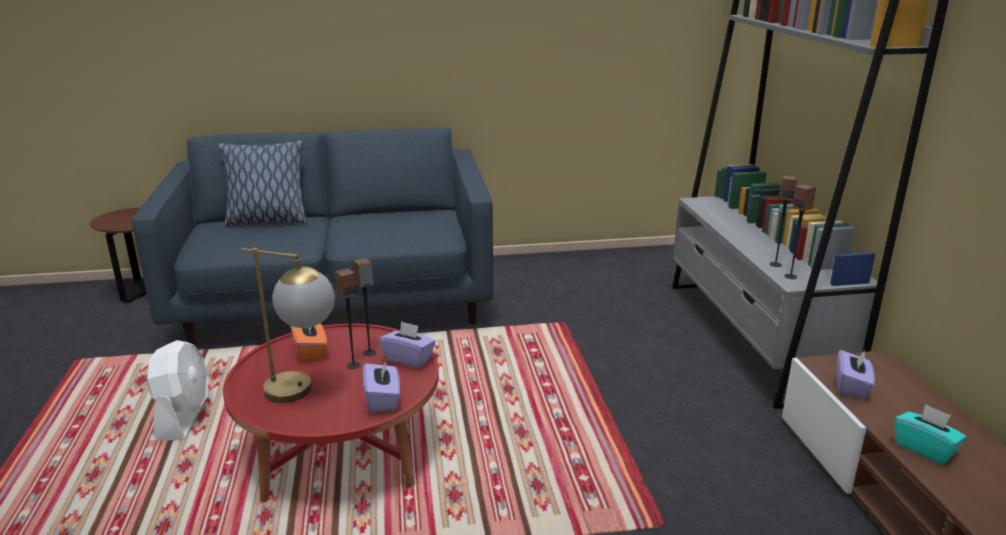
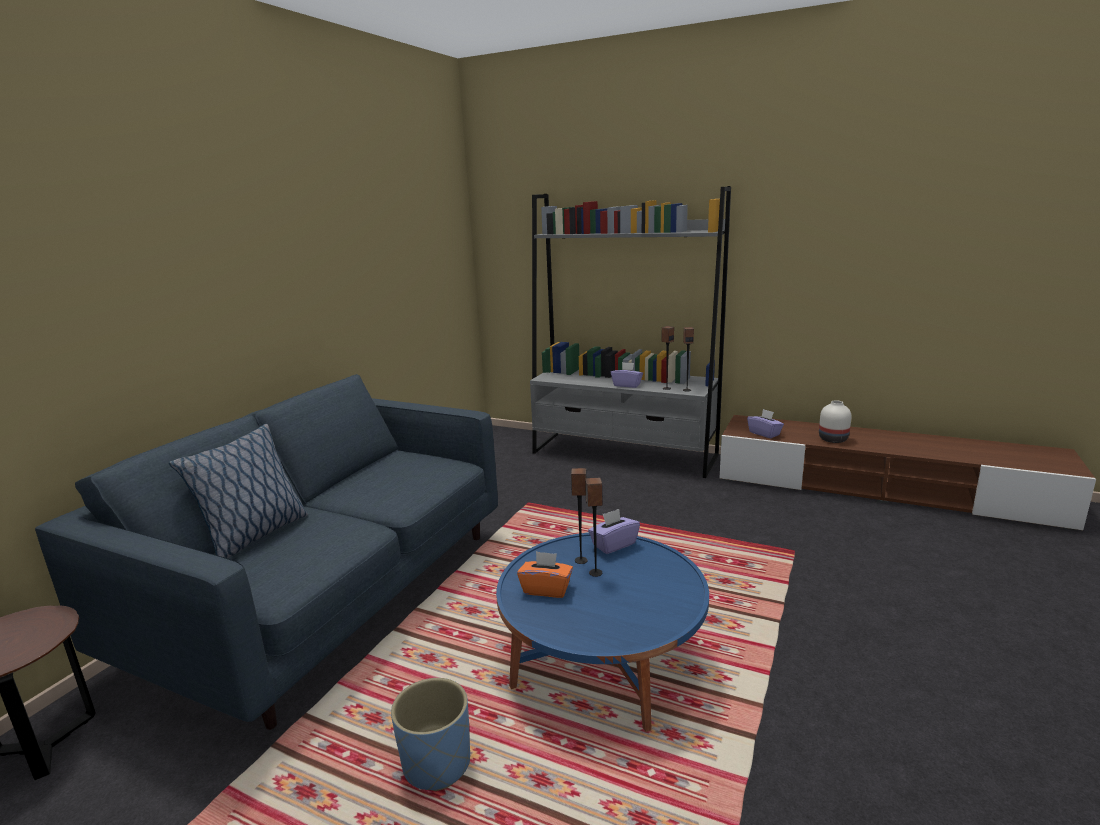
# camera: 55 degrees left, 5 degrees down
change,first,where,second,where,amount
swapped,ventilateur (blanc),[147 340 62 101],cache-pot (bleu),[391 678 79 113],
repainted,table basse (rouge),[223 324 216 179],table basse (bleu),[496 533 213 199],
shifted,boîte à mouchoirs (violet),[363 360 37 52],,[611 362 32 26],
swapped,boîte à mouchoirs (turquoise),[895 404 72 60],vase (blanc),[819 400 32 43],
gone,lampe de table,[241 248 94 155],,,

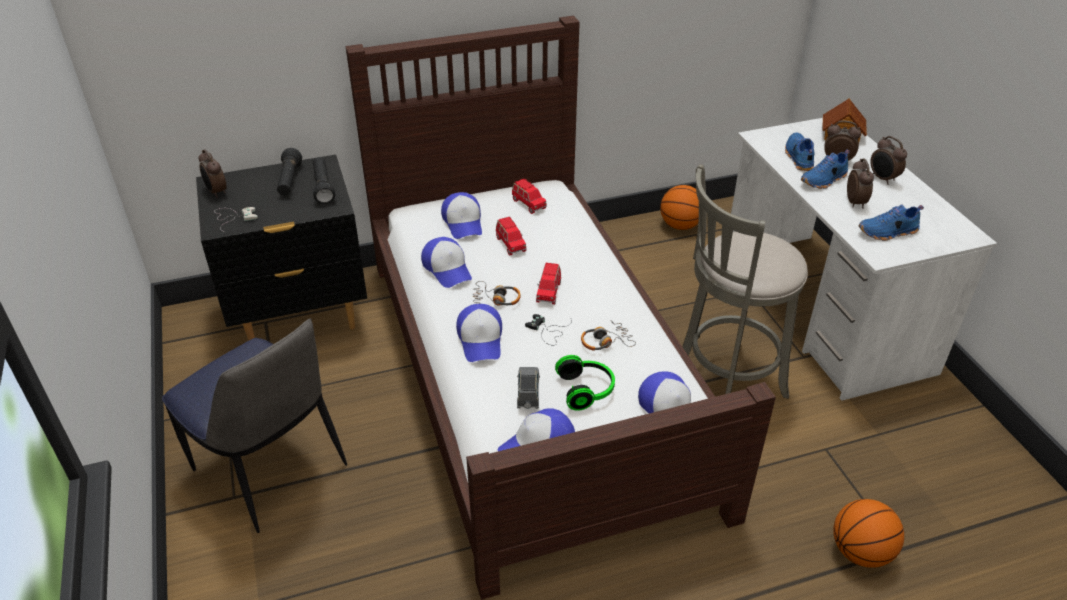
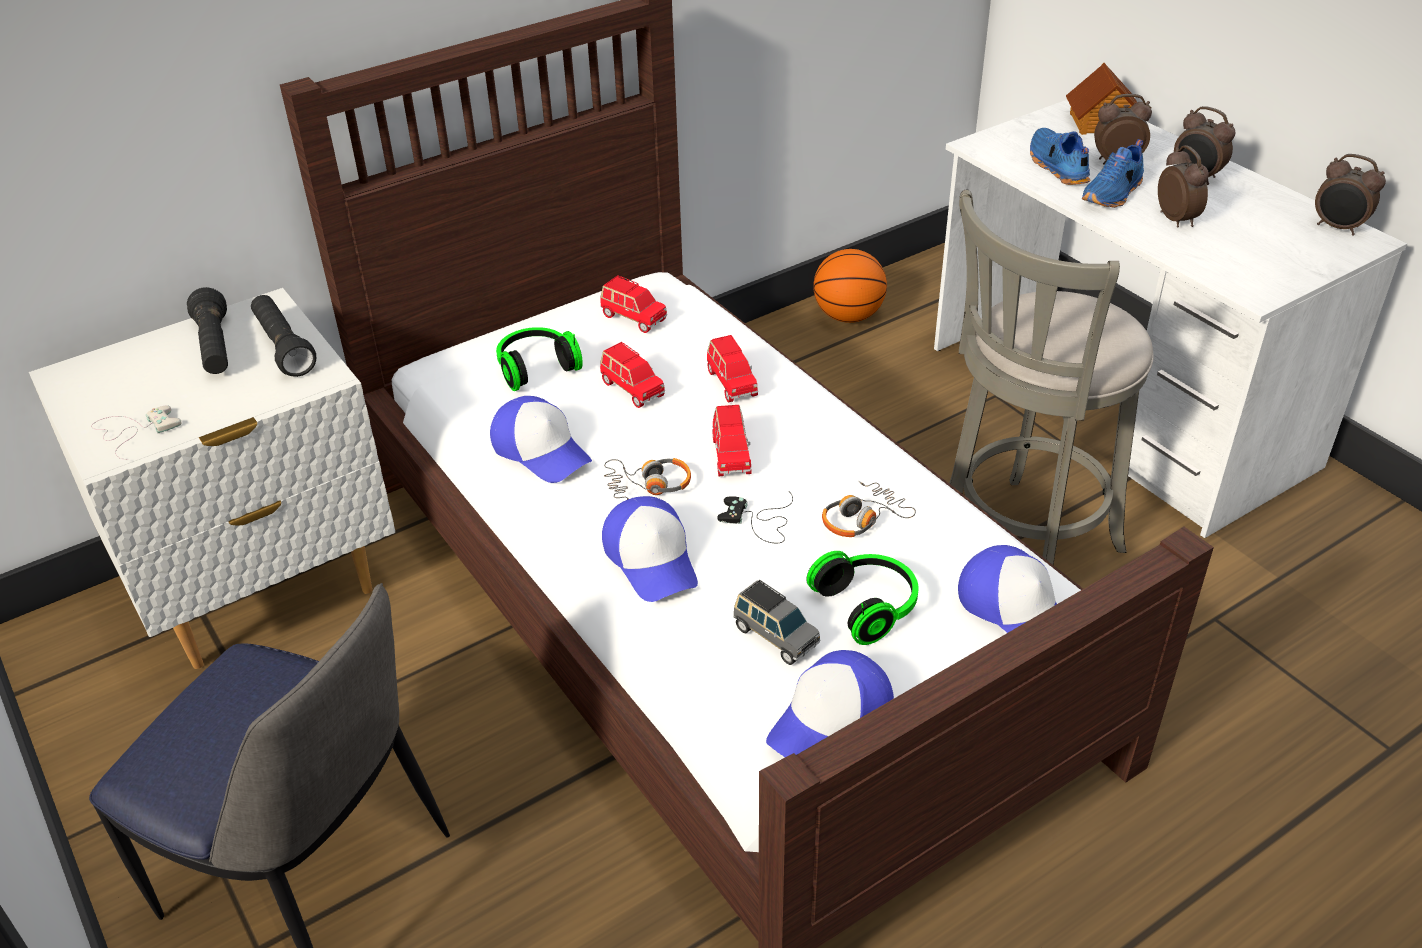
# camera: 15 degrees left, 0 degrees up
change,first,where,second,where,amount
repainted,table de chevet (noir),[196 155 171 185],table de chevet (blanc),[29 288 366 381],
swapped,casquette,[441 192 41 47],casque audio,[496 327 87 64],
new,,,petite voiture (rouge),[707 335 51 67],
rotated,petite voiture (gris),[517 367 23 42],,[733 580 87 85],150 degrees clockwise
shifted,réveil,[199 149 28 49],,[1315 154 71 82],
gone,ballon de basket,[833 499 71 69],,,
gone,chaussure (bleu),[859 204 65 37],,,

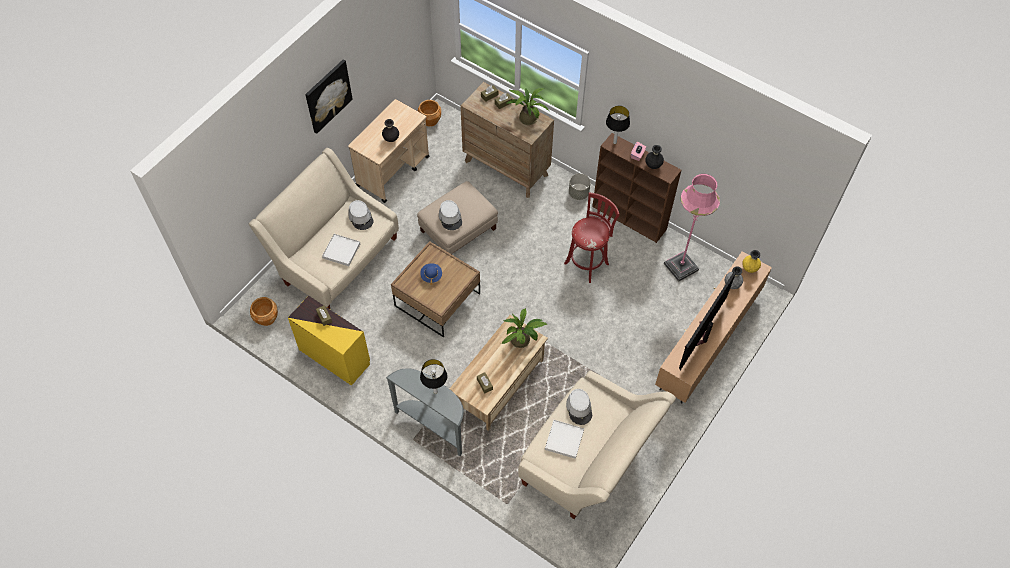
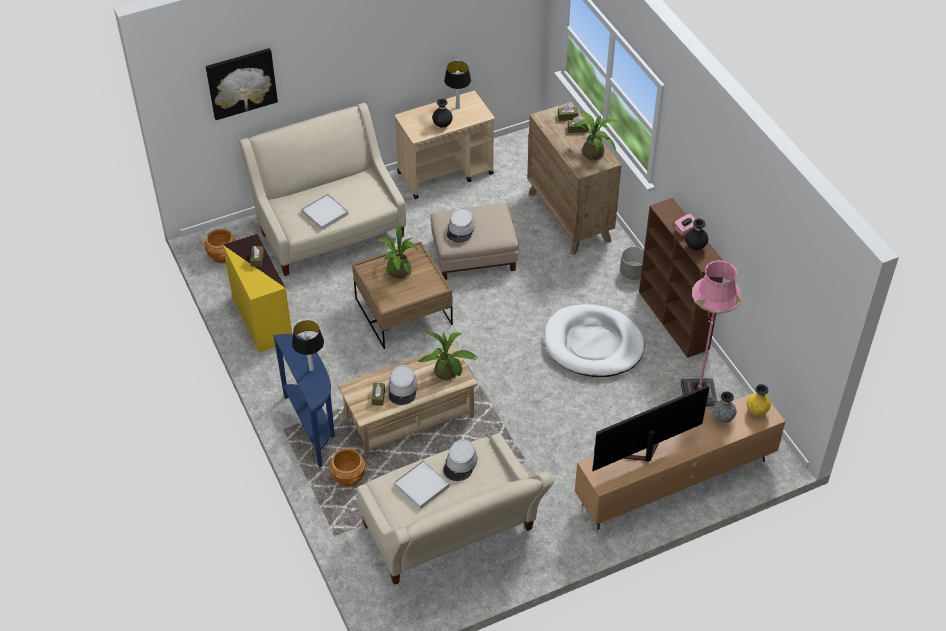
# camera: 30 degrees right, 10 degrees down
change,first,where,second,where,amount
shifted,tableau,[305 60 48 74],,[206 48 72 72],
repainted,table console (gris),[386 368 78 88],table console (bleu),[273 334 62 133],
shifted,cache-pot (marron),[418 100 23 27],,[329 448 36 39],
swapped,chapeau (bleu),[420 263 22 22],plante en pot,[376 222 43 57],
shifted,chapeau (gris),[348 200 26 30],,[388 365 30 40],
shifted,lampe de table,[606 106 24 38],,[444 61 27 48],
swapped,tabouret (rouge),[564 192 56 91],panier pour chien (blanc),[545 304 100 73],

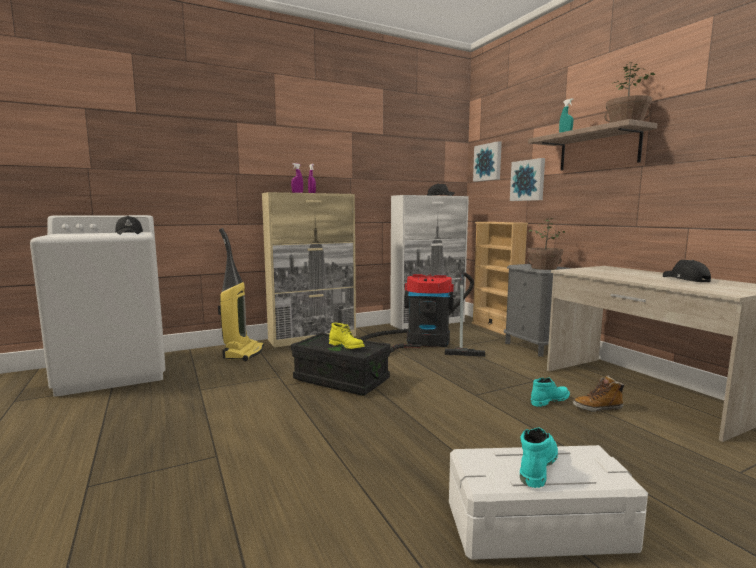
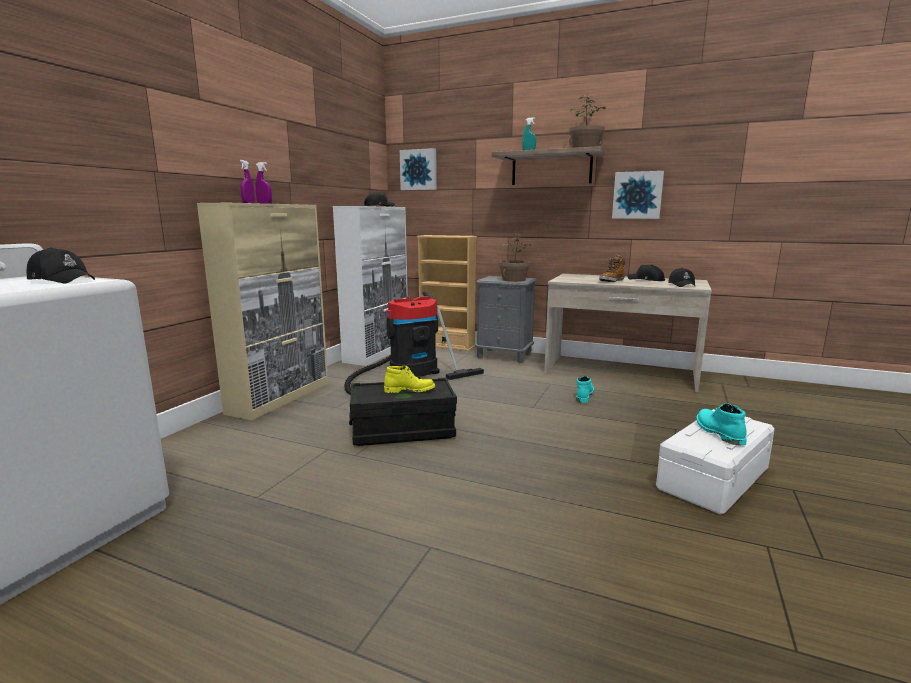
# camera: 40 degrees left, 5 degrees up
change,first,where,second,where,amount
shifted,botte,[573 375 51 37],,[599 254 26 28],
shifted,tableau,[510 158 35 43],,[612 171 52 48],
new,,,casquette (noir),[668 268 27 19],
gone,aspirateur,[218 228 46 133],,,

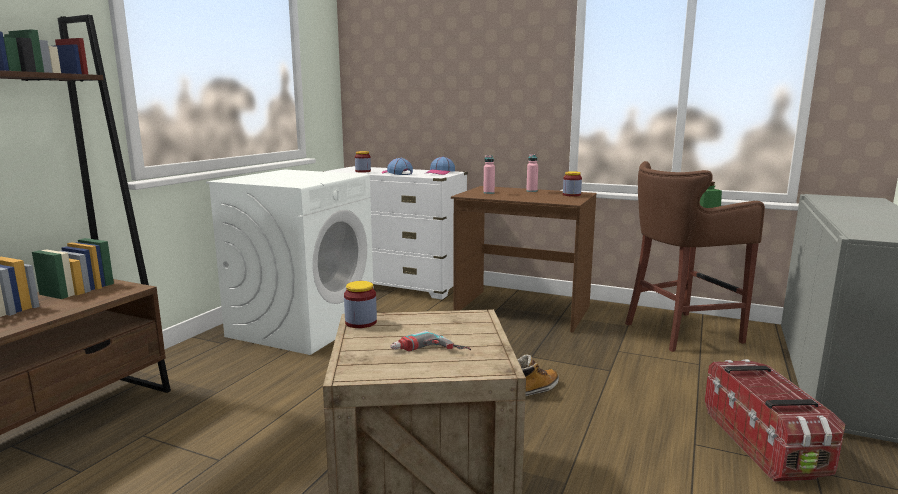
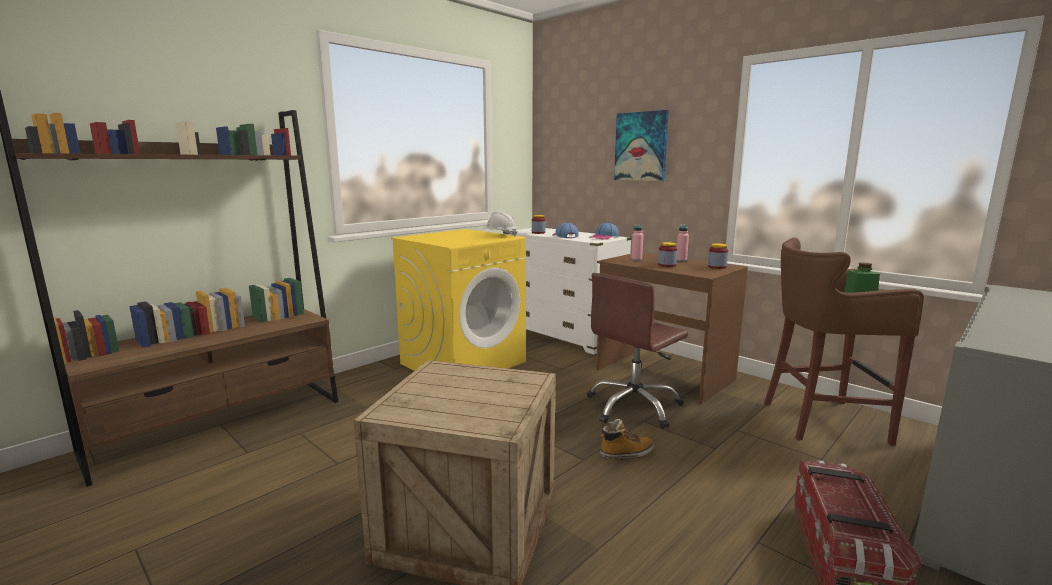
# camera: 20 degrees right, 0 degrees up
change,first,where,second,where,amount
repainted,lave-linge (blanc),[206 169 167 186],lave-linge (jaune),[391 229 135 142],
new,,,casque de chantier (blanc),[482 211 35 25],
new,,,chaise de bureau (marron),[587 273 101 156],
new,,,tableau,[614 110 55 71],
shifted,bocal,[344 281 33 47],,[658 242 19 25],
gone,perceuse,[390 330 81 21],,,

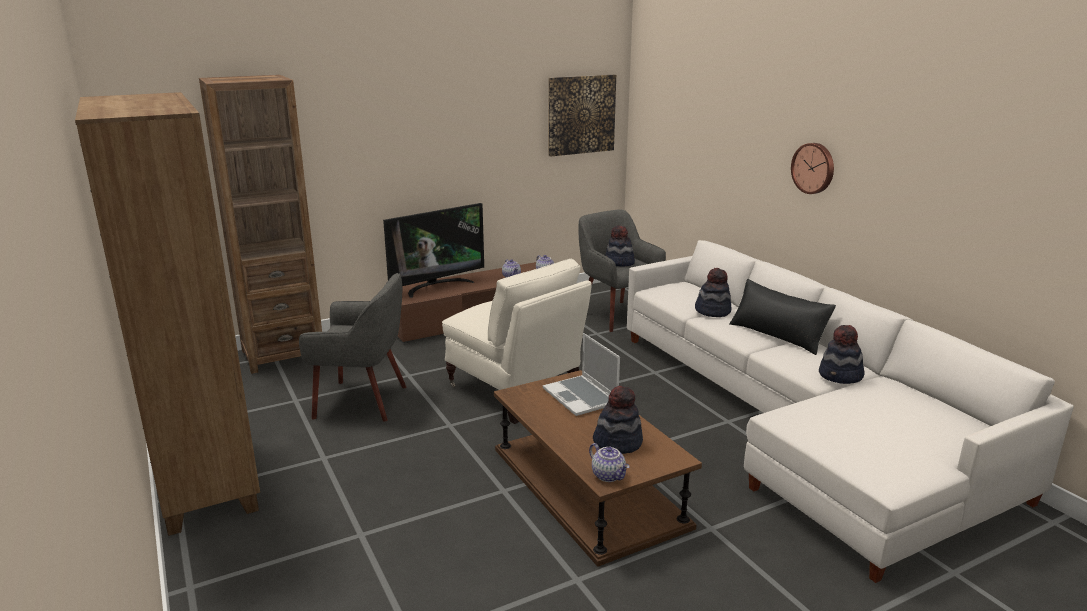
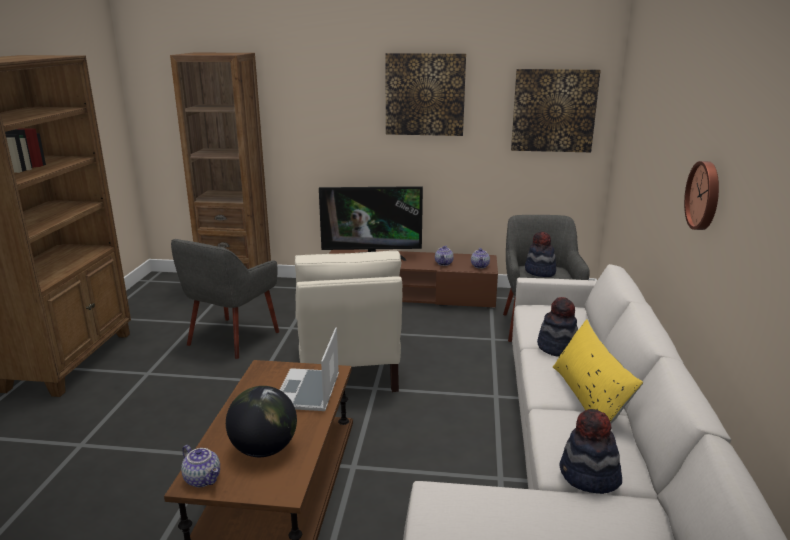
# camera: 35 degrees right, 0 degrees up
change,first,where,second,where,amount
rotated,fauteuil (gris),[299 273 107 149],,[171 239 108 120],75 degrees clockwise
rotated,théière,[589 443 41 39],,[181 445 39 42],45 degrees counterclockwise
swapped,chapeau,[593 386 50 68],globe,[226 386 71 71],
new,,,tableau,[385 53 81 83],
repainted,coussin (noir),[729 279 107 76],coussin (jaune),[553 319 90 104],

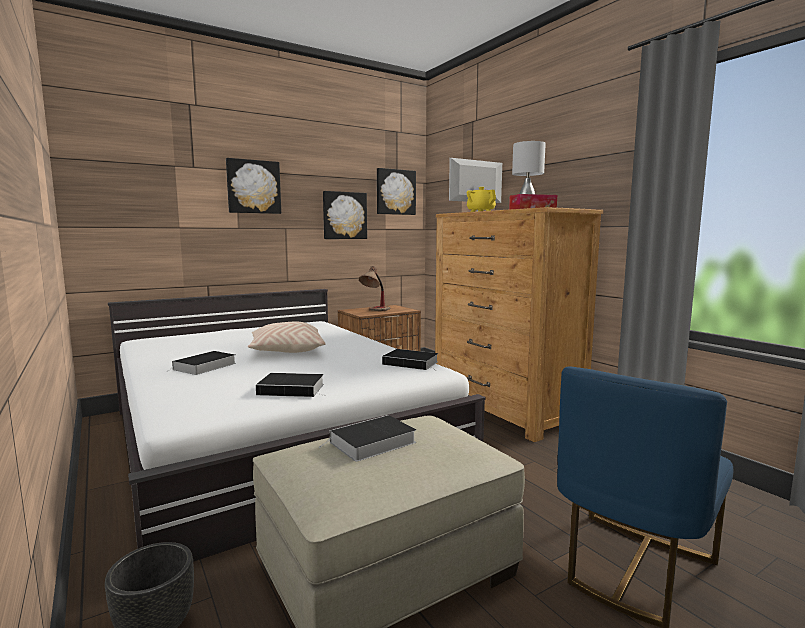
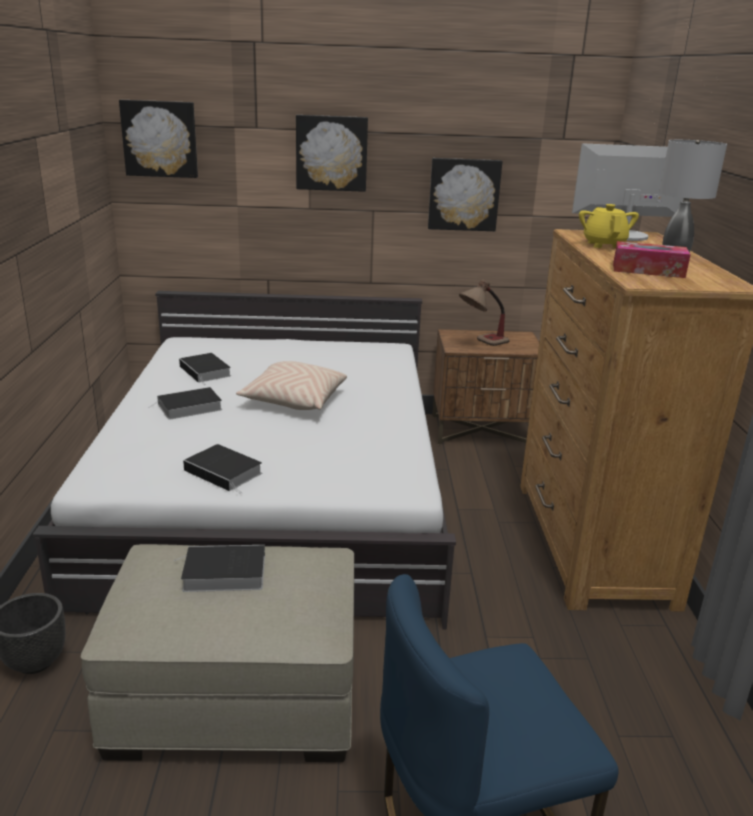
# camera: 30 degrees right, 15 degrees up
change,first,where,second,where,amount
shifted,tableau,[377 168 39 47],,[119 100 79 78],
shifted,livre,[382 349 56 21],,[179 353 52 32],

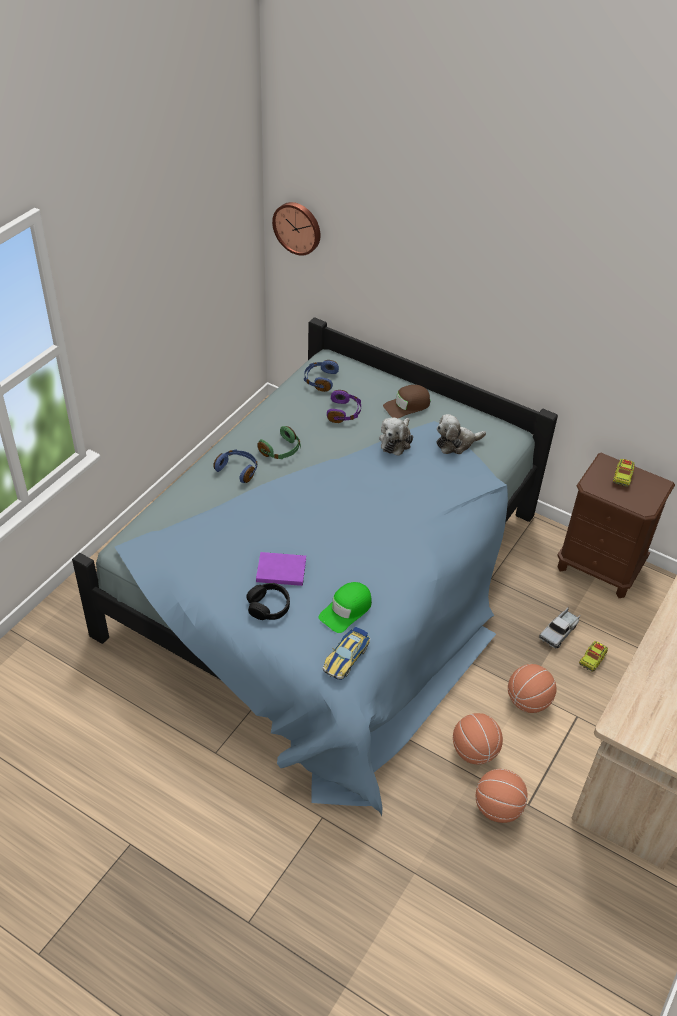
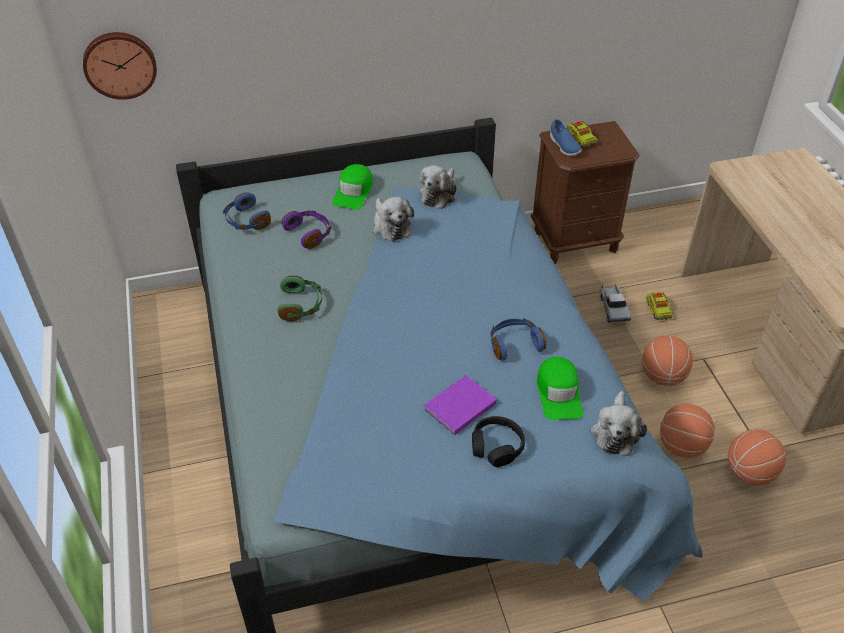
# camera: 45 degrees left, 0 degrees up
change,first,where,second,where,amount
repainted,casquette (marron),[383 385 47 33],casquette (vert),[332 164 41 46],
shifted,casque audio (bleu),[213 449 44 34],,[491 318 55 42],
new,,,chaussure (bleu),[550 119 32 37],
swapped,petite voiture,[323 627 47 53],peluche,[591 391 56 65],

